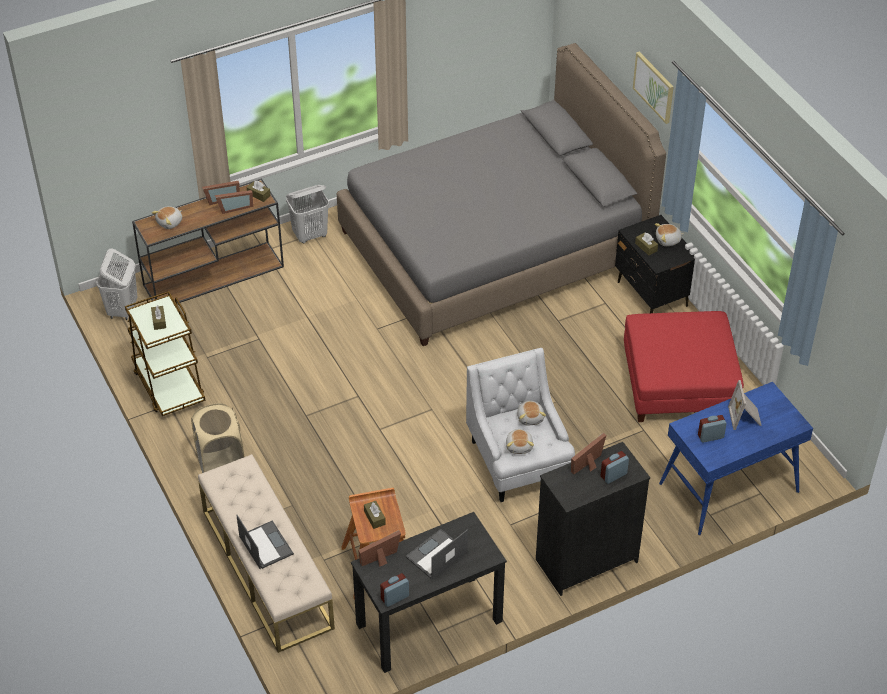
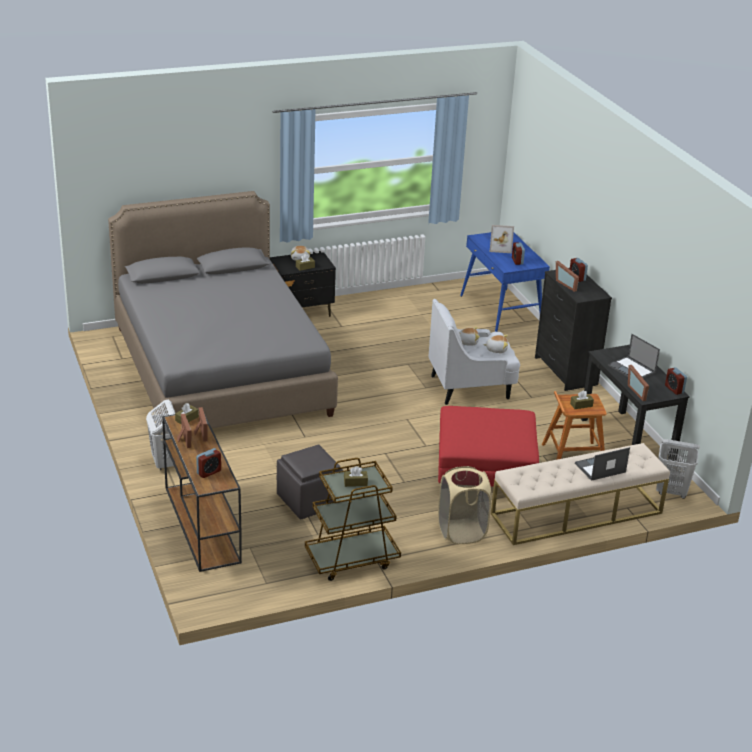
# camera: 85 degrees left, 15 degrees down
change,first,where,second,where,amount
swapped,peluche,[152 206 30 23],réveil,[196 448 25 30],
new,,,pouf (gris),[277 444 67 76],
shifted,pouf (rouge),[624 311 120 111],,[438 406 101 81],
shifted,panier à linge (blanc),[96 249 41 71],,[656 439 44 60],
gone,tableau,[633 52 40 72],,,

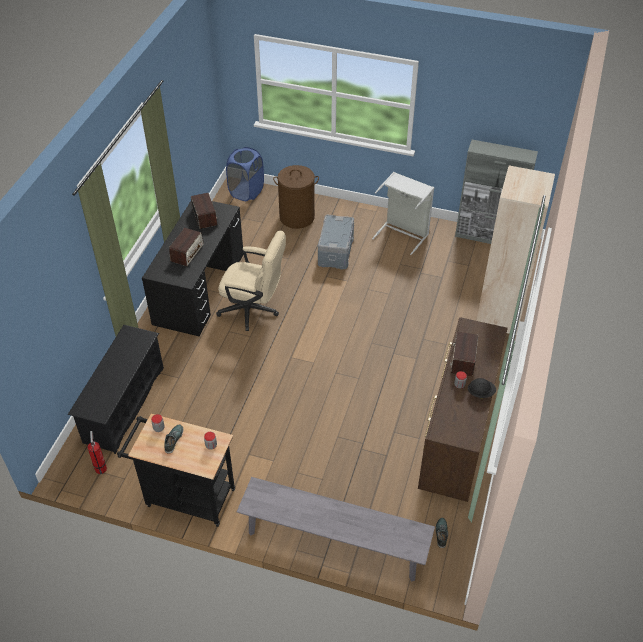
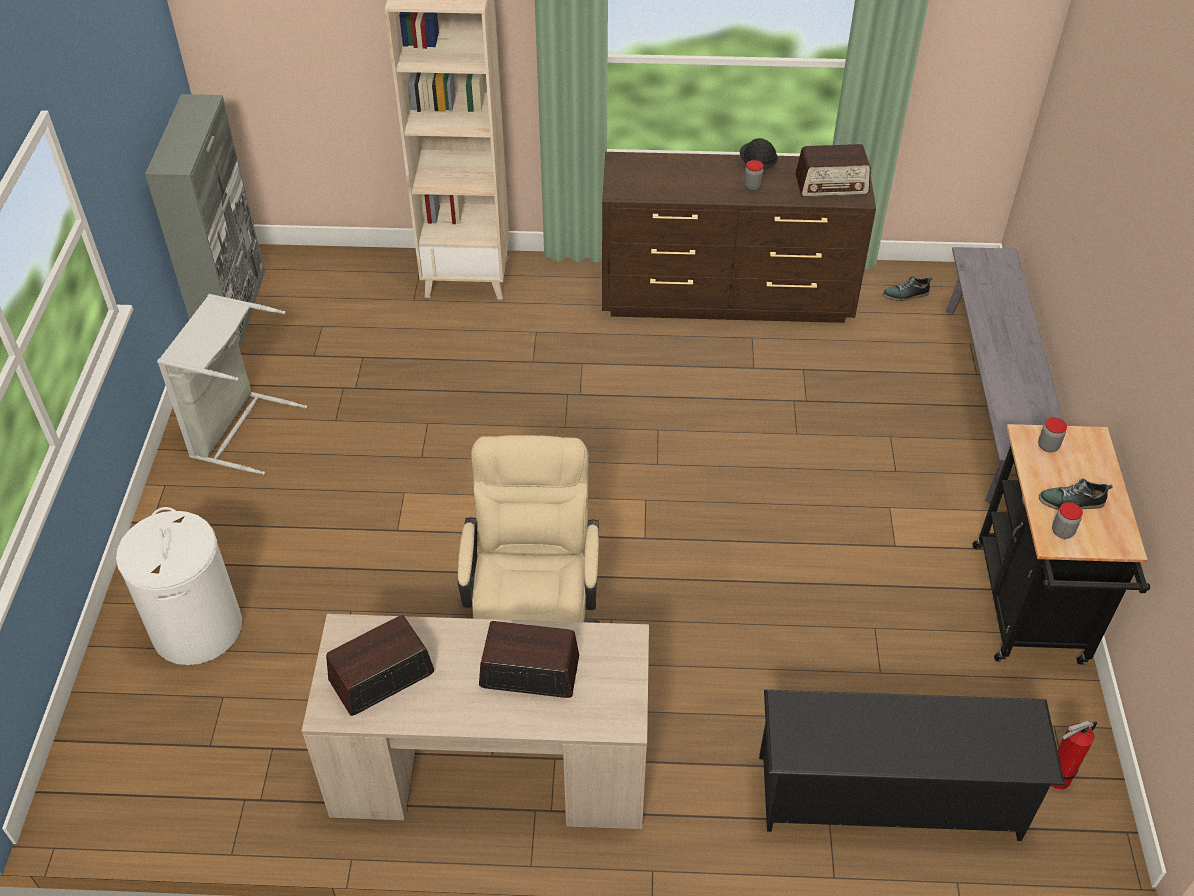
# camera: 105 degrees left, 0 degrees up
change,first,where,second,where,amount
repainted,panier à linge (marron),[273 165 46 64],panier à linge (blanc),[116 507 126 158],
repainted,bureau (noir),[142 201 101 135],bureau (beige),[302 614 347 215],
shifted,radio,[450 332 28 44],,[795 144 76 53],
gone,panier à linge (bleu),[226 147 38 54],,,
gone,boîte de rangement (gris),[318 215 36 54],,,

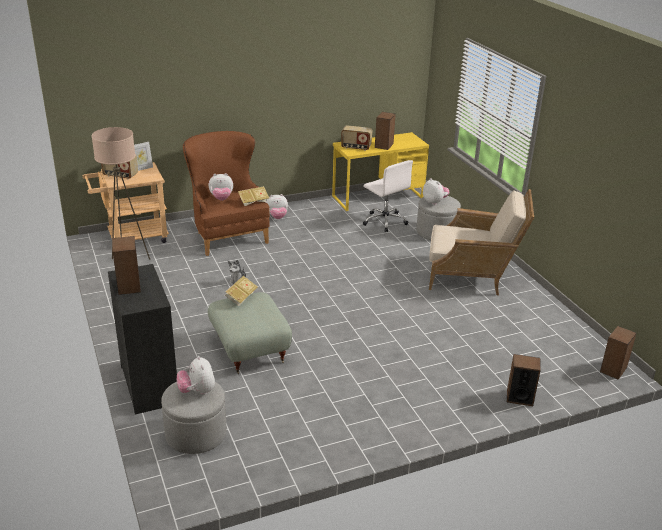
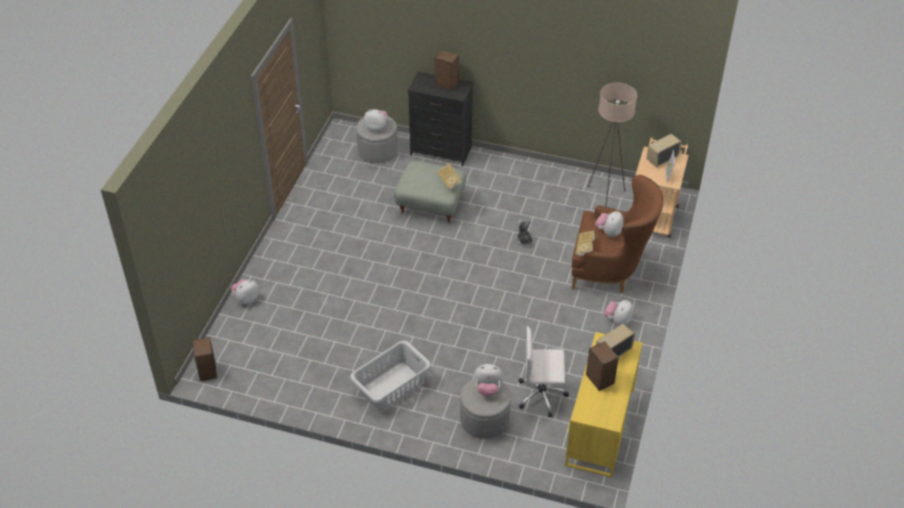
# camera: 130 degrees right, 15 degrees up
change,first,where,second,where,amount
swapped,enceinte,[507 354 34 52],peluche,[231 279 28 25],
swapped,fauteuil (beige),[429 189 105 106],panier à linge (gris),[350 341 81 70],

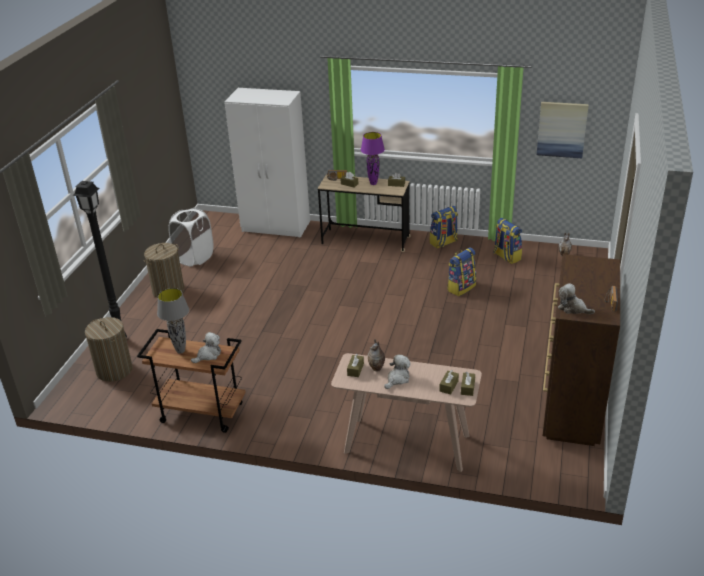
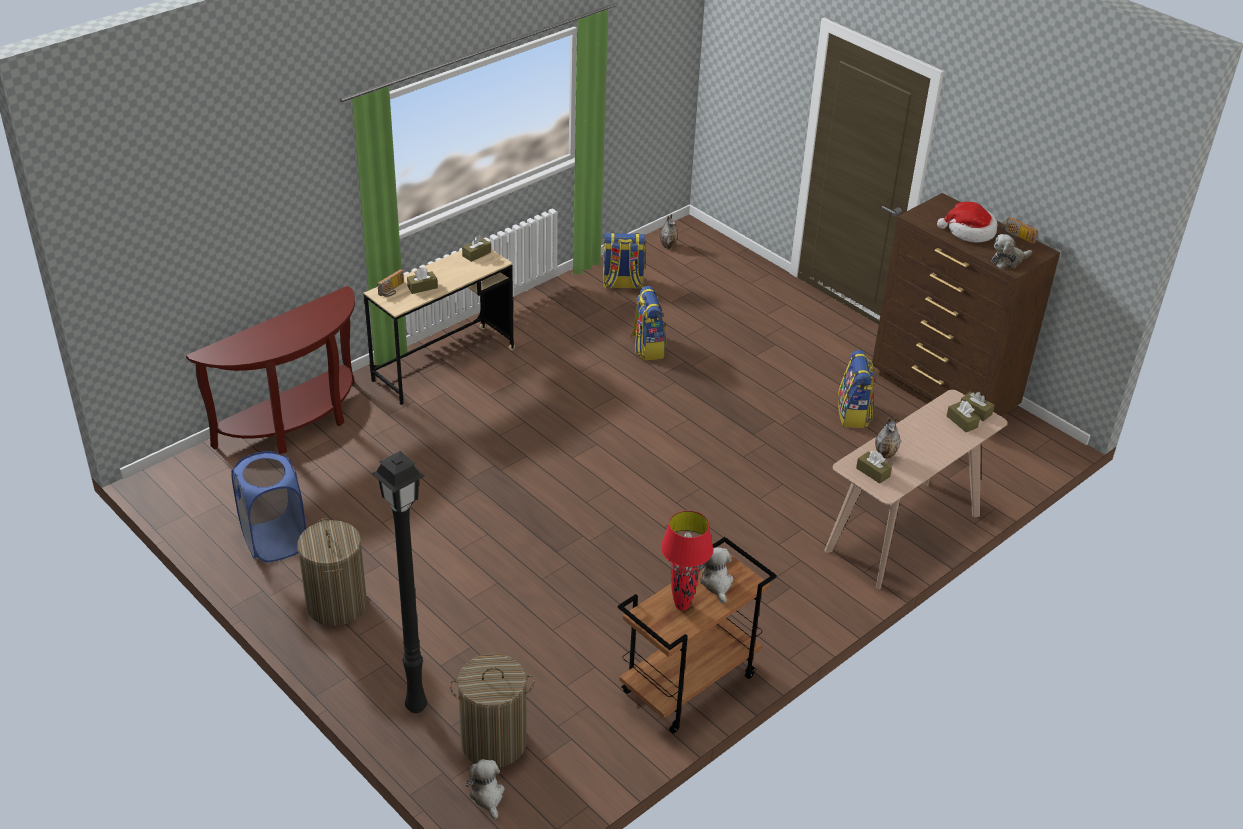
# camera: 60 degrees left, 5 degrees up
change,first,where,second,where,amount
swapped,armoire (blanc),[224 88 86 150],table console (marron),[186 286 169 168],
repainted,panier à linge (blanc),[168 208 46 59],panier à linge (bleu),[231 451 75 112],
shifted,peluche,[384 354 27 35],,[466 759 39 61],
repainted,lampe de table (gris),[157 288 32 66],lampe de table (rouge),[661 511 52 100],
shifted,sac à dos,[430 206 28 43],,[838 350 37 78],
new,,,chapeau,[937 202 60 40],
gone,lampe de table (violet),[361 132 24 53],,,
gone,tableau,[537 102 52 56],,,

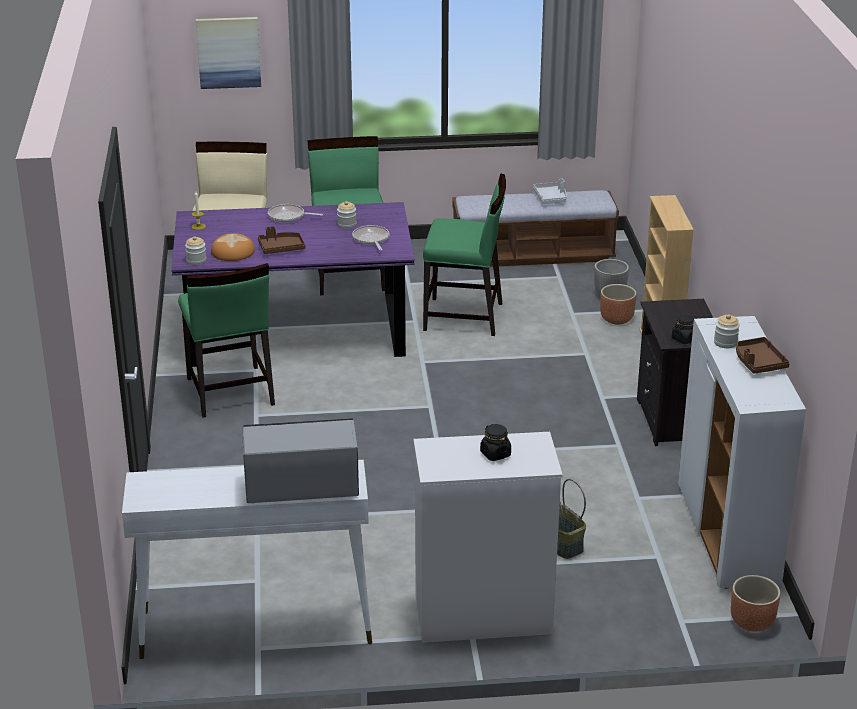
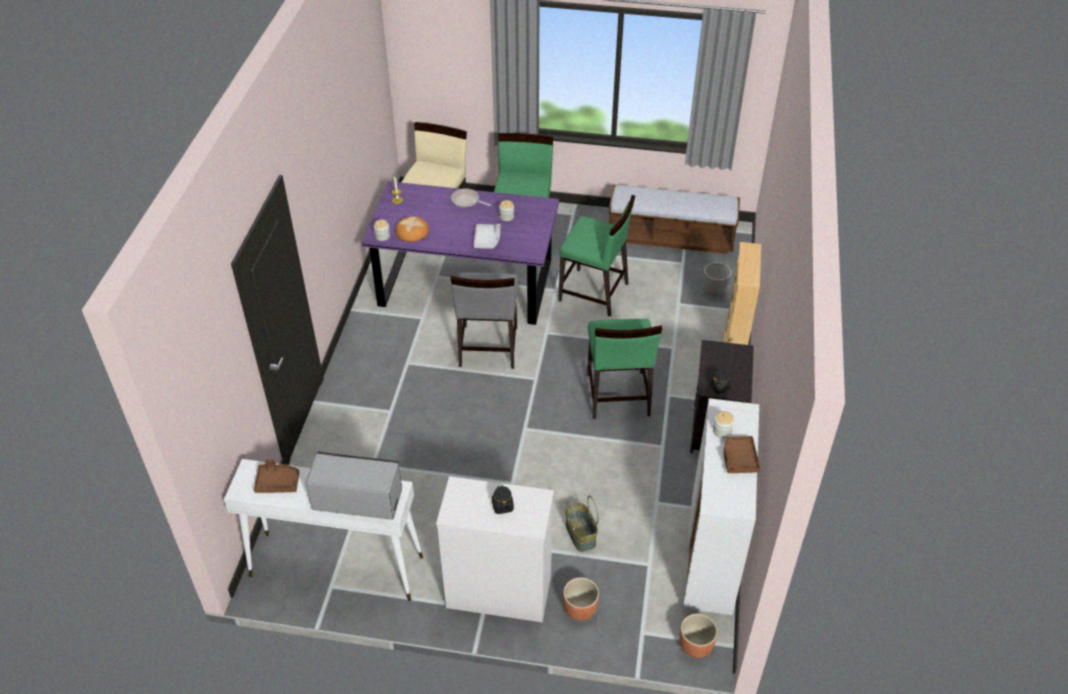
# camera: 15 degrees right, 15 degrees up
change,first,where,second,where,amount
shifted,plateau (marron),[258 226 48 28],,[254 459 45 34],
new,,,chaise (gris),[451 272 67 97],
shifted,plateau (gris),[533 178 34 26],,[474 224 27 25],
shifted,cache-pot (marron),[600 284 37 40],,[563 577 36 44],
shifted,chaise (vert),[178 263 97 155],,[587 319 75 100],
gone,tableau,[196 17 65 72],,,
gone,poêle,[352 225 38 26],,,

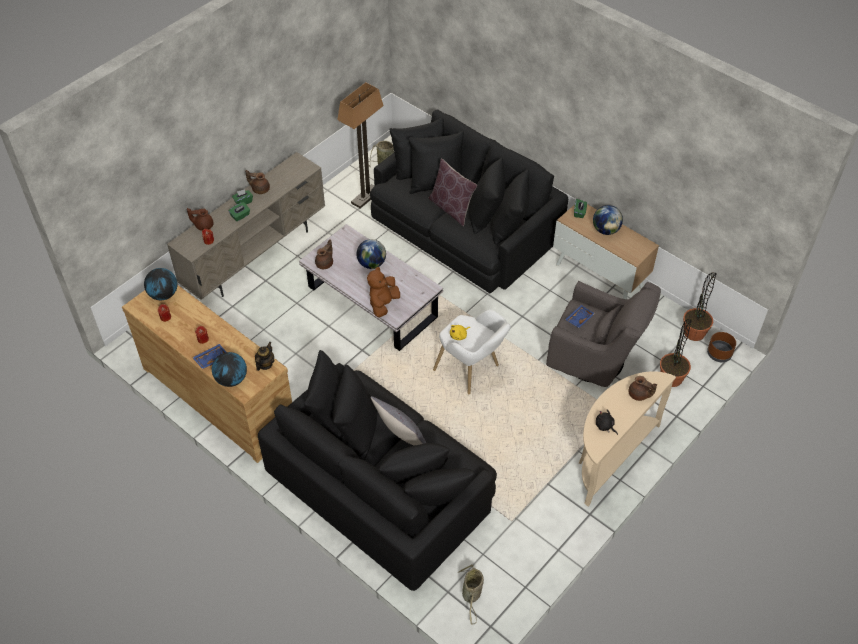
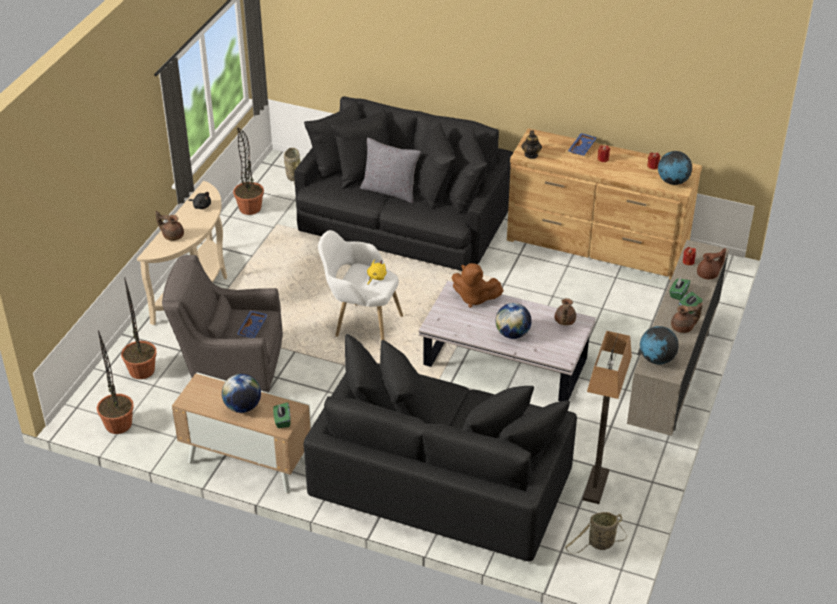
# camera: 160 degrees right, 10 degrees down
change,first,where,second,where,amount
new,,,plante en pot,[233 127 31 88],
rotated,peluche (marron),[367 267 33 50],,[451 263 53 45],105 degrees clockwise
shifted,globe,[212 352 35 35],,[640 326 39 39],
gone,coussin (marron),[429 158 48 68],,,
gone,cache-pot (marron),[707 332 29 30],,,

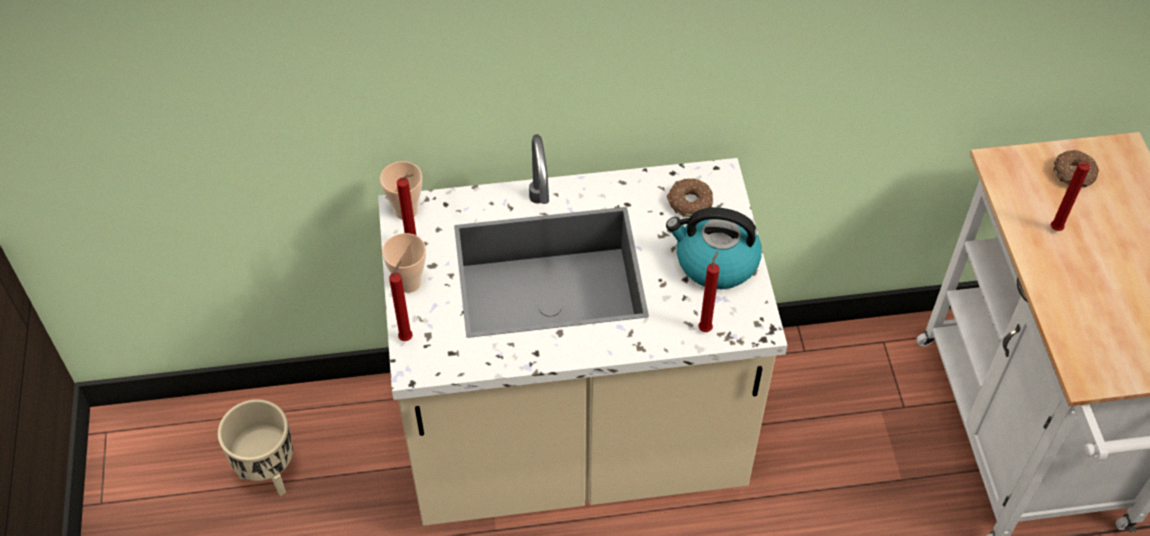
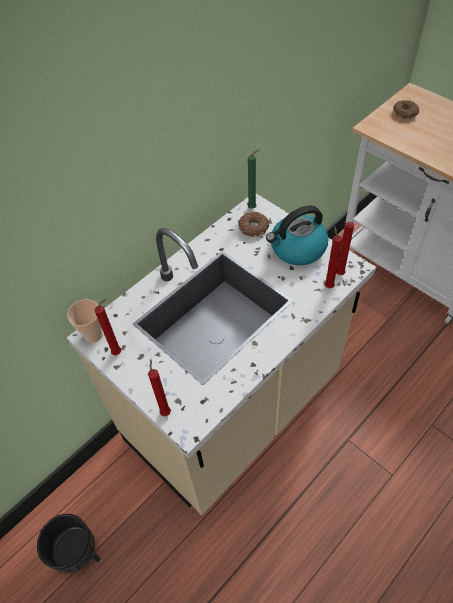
# camera: 35 degrees left, 0 degrees up
change,first,where,second,where,amount
repainted,cache-pot (beige),[218 399 75 97],cache-pot (noir),[37 514 63 59],
new,,,bougie (vert),[248 150 11 59],
shifted,bougie (rouge),[1051 161 39 70],,[336 222 18 53],
gone,tasse,[382 233 44 60],,,

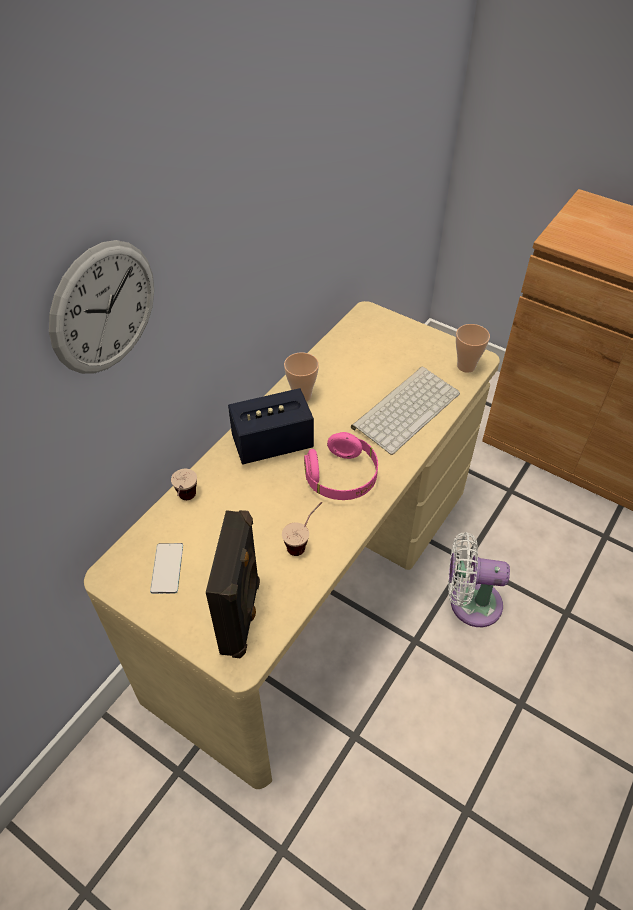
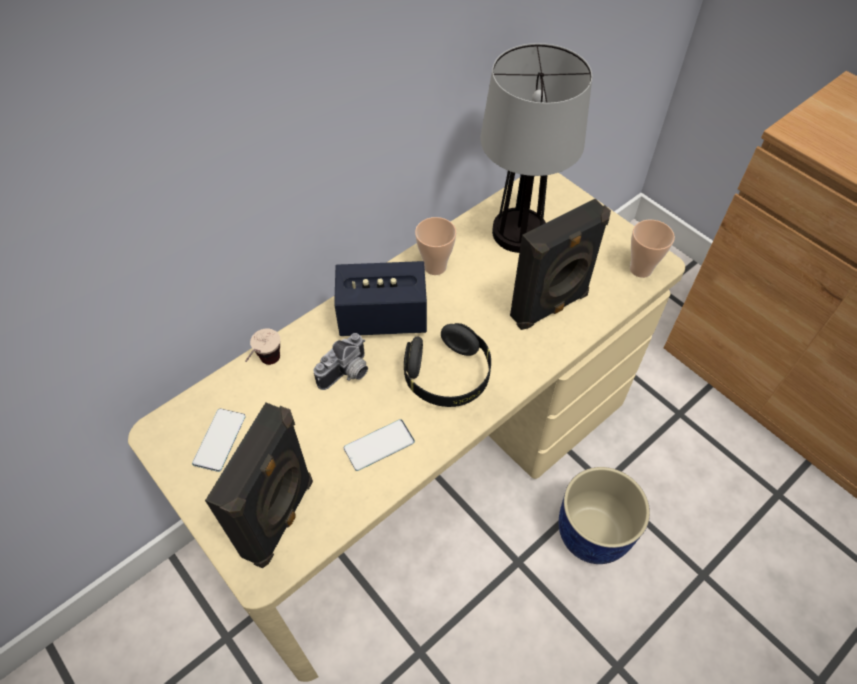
# camera: 15 degrees right, 5 degrees up
change,first,where,second,where,amount
new,,,appareil photo,[314 333 54 57],
swapped,tasse,[282 502 40 54],téléphone,[344 419 71 52],
repainted,casque audio (rose),[304 432 74 68],casque audio (noir),[404 323 87 84],
new,,,lampe de table,[480 43 112 210],
swapped,clavier,[351 367 109 88],enceinte (noir),[510 199 101 131],
swapped,ventilateur (blanc),[448 532 62 95],cache-pot (bleu),[559 467 91 97],
gone,horloge murale,[49 240 105 134],,,

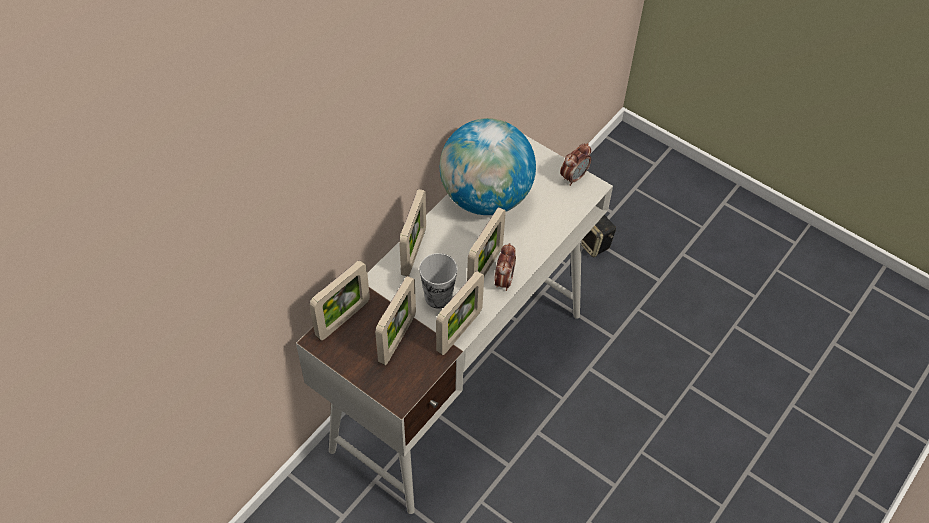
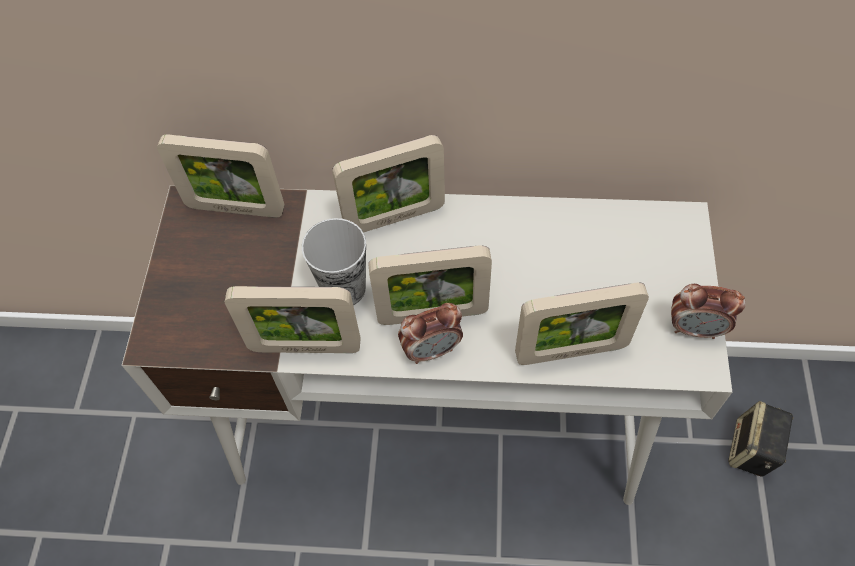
# camera: 60 degrees right, 5 degrees up
change,first,where,second,where,amount
shifted,cadre photo,[375 276 41 89],,[515 282 134 83],
gone,globe,[440 118 96 97],,,

